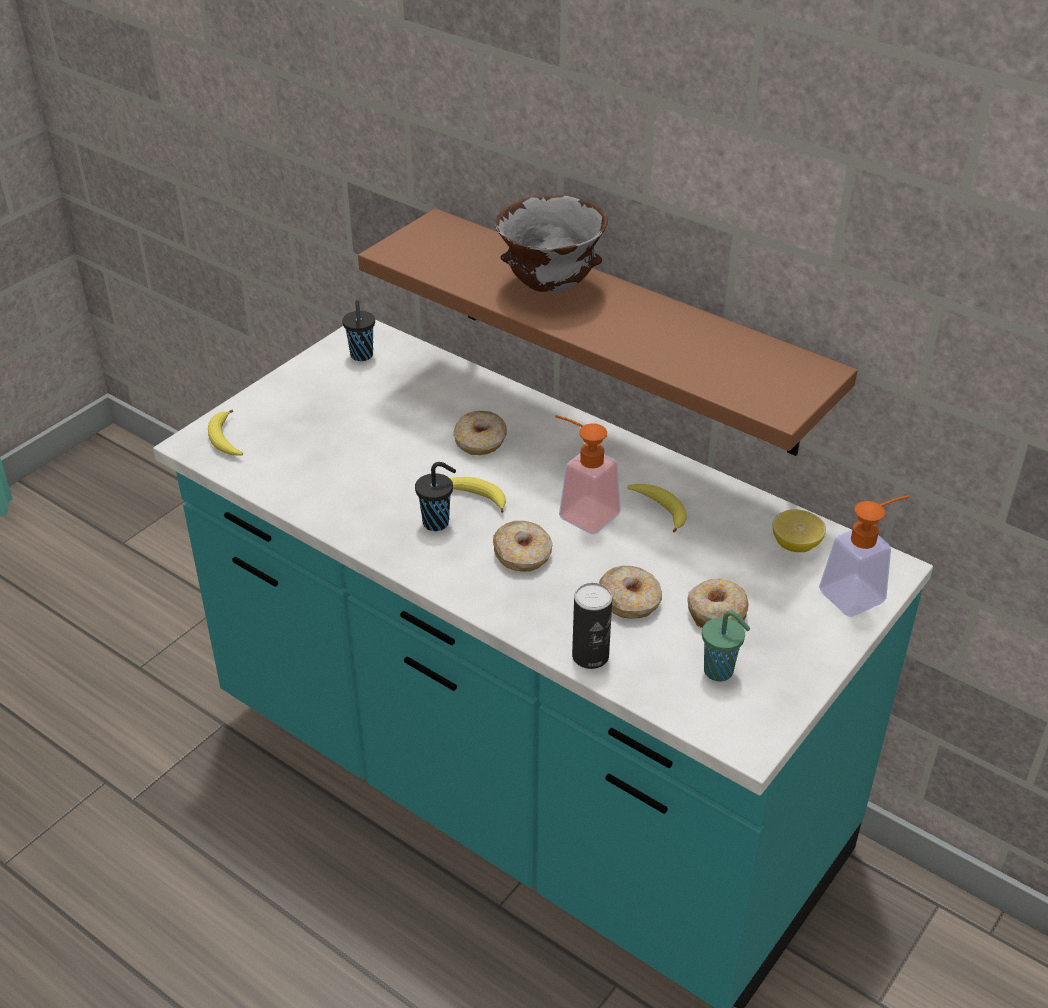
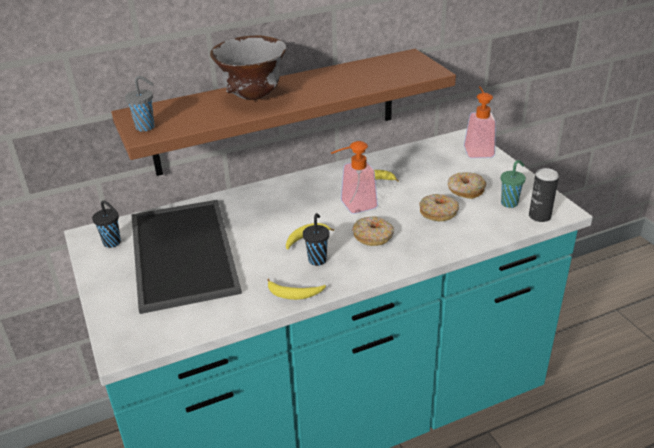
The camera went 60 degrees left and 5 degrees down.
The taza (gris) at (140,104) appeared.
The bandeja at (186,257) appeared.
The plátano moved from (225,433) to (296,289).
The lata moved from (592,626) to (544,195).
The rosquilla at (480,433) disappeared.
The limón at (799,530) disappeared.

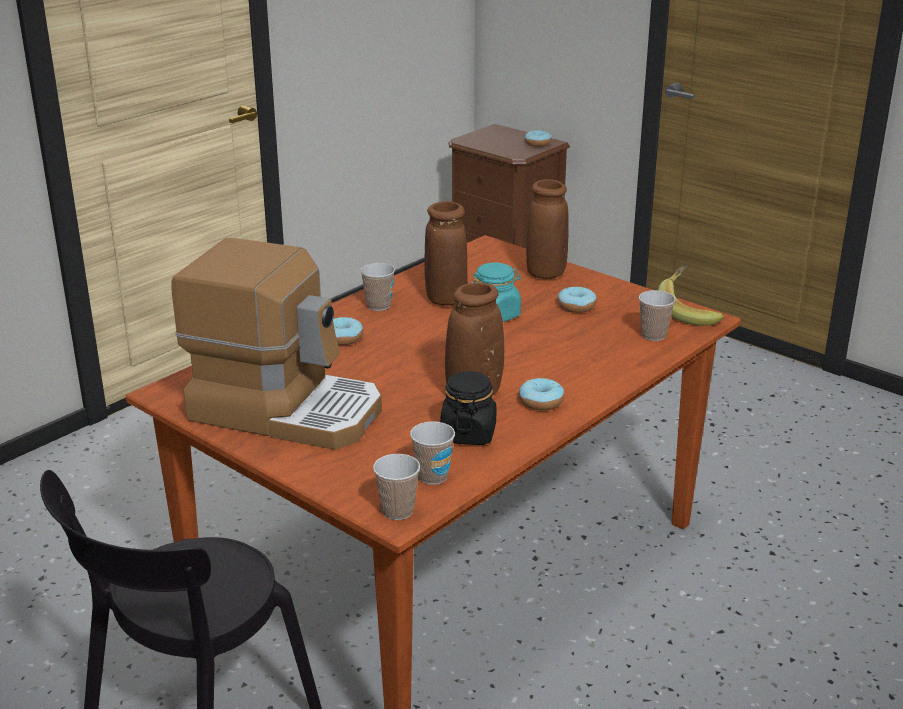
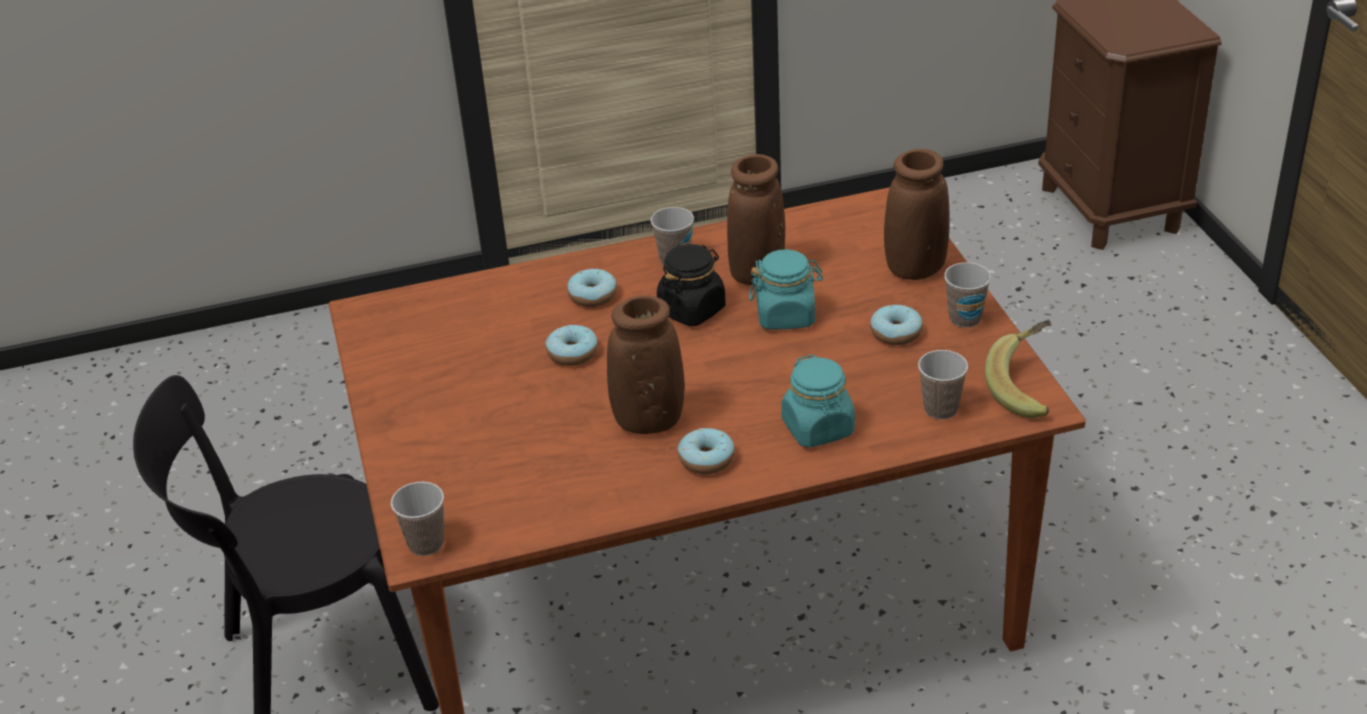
The camera went 35 degrees right and 10 degrees up.
The rosquilla moved from (538,138) to (571,345).
The tarro (negro) moved from (468,408) to (691,285).
The tarro (turquesa) at (818,401) appeared.
The taza moved from (432,453) to (967,295).
The cafetera at (276,344) disappeared.

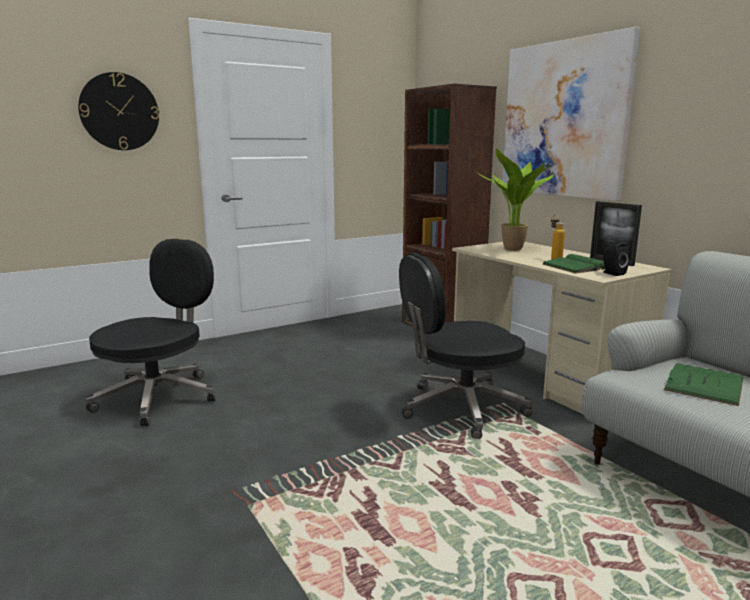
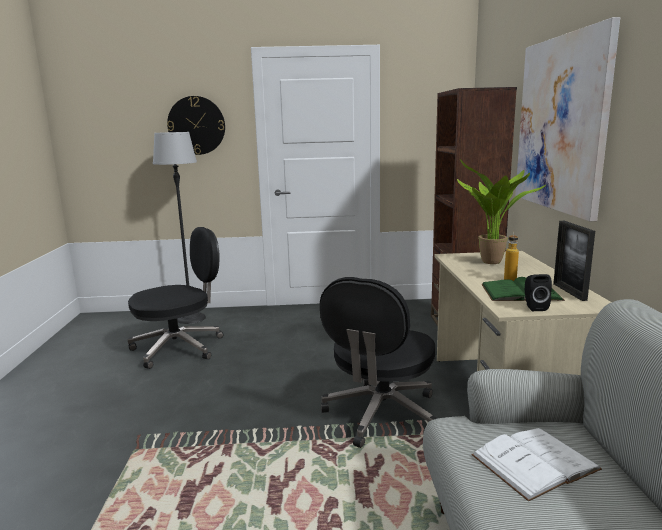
The camera went 30 degrees right and 0 degrees up.
The lámpara de pie at (179,228) appeared.
The silla de oficina (negro) at (465,346) turned 75 degrees counterclockwise.
The libro (verde) at (704,384) became the libro (blanco) at (536,465).

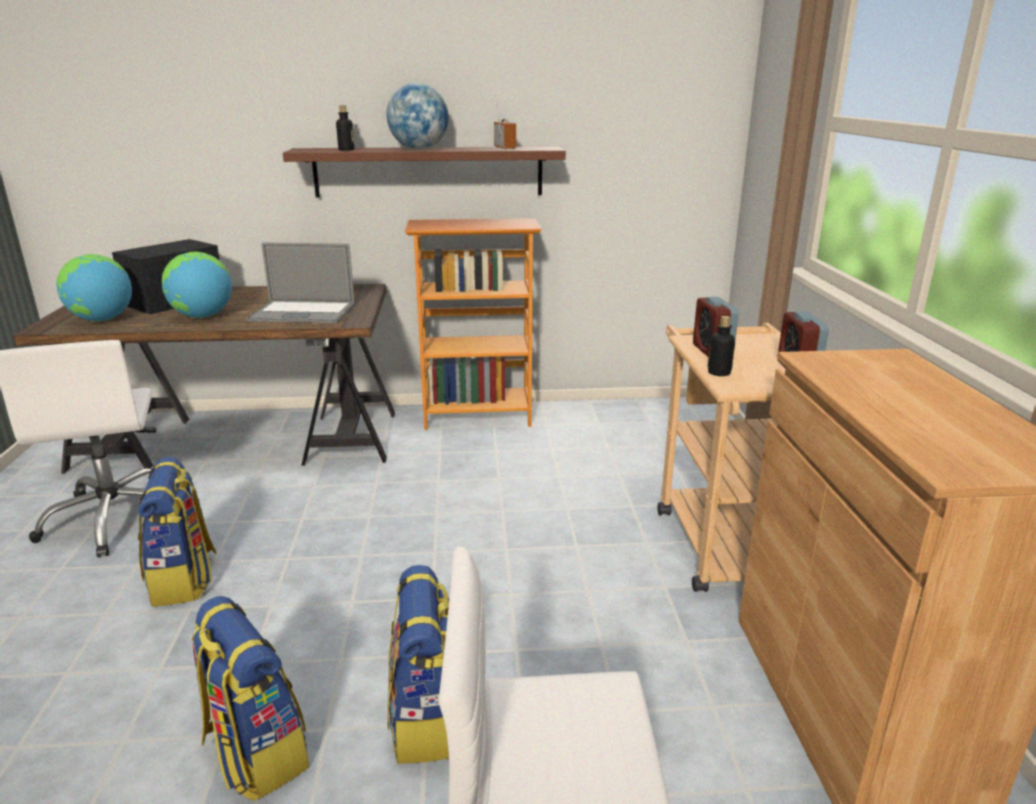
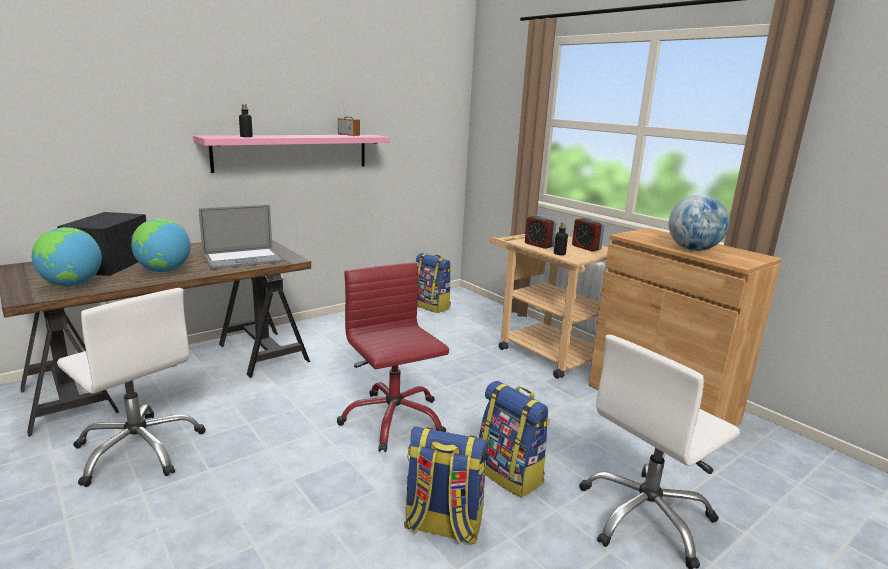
The camera went 35 degrees left and 5 degrees down.
The estante (marrón) at (424,172) became the estante (rosa) at (291,154).
The silla de oficina (rojo) at (393,357) appeared.
The mochila moved from (177,532) to (434,283).
The globo terráqueo moved from (417,116) to (698,223).
The estantería at (473,324) disappeared.

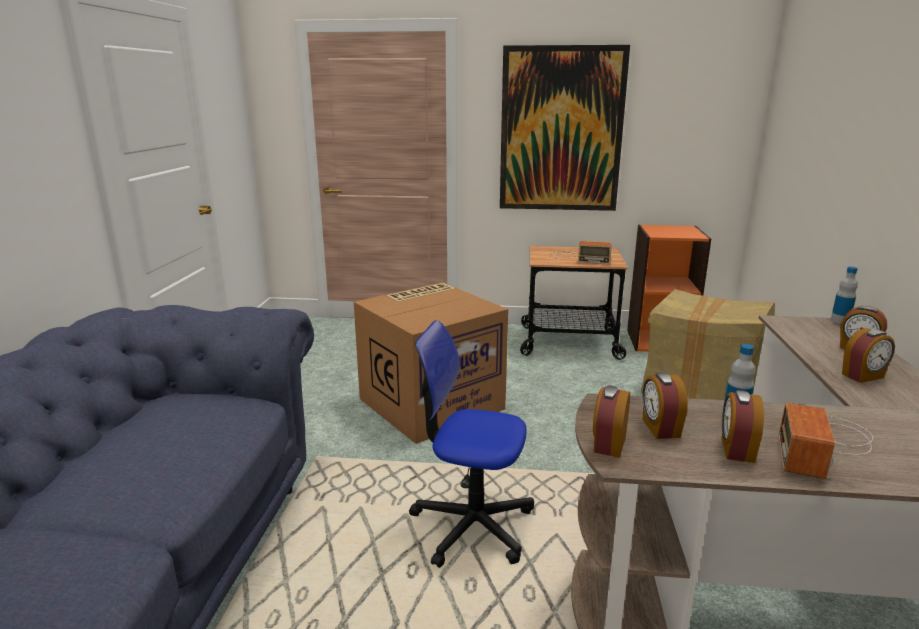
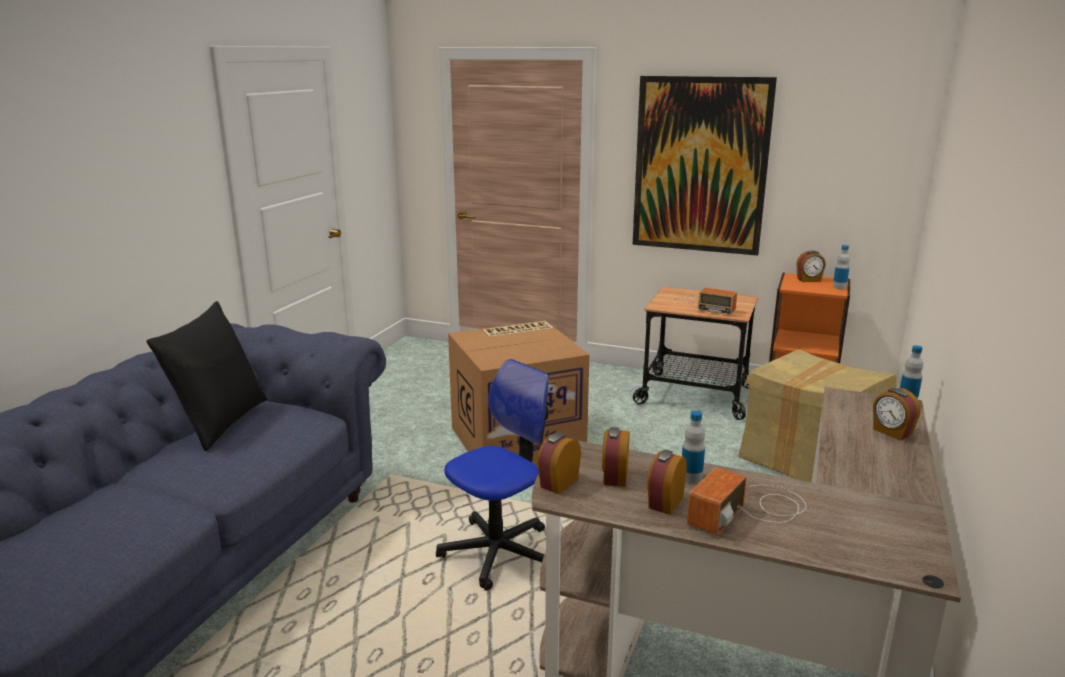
The camera went 15 degrees right and 0 degrees up.
The cojín (negro) at (207,376) appeared.
The silla de oficina at (471,444) turned 105 degrees clockwise.
The despertador moved from (868,355) to (811,266).
The botella at (841,267) appeared.

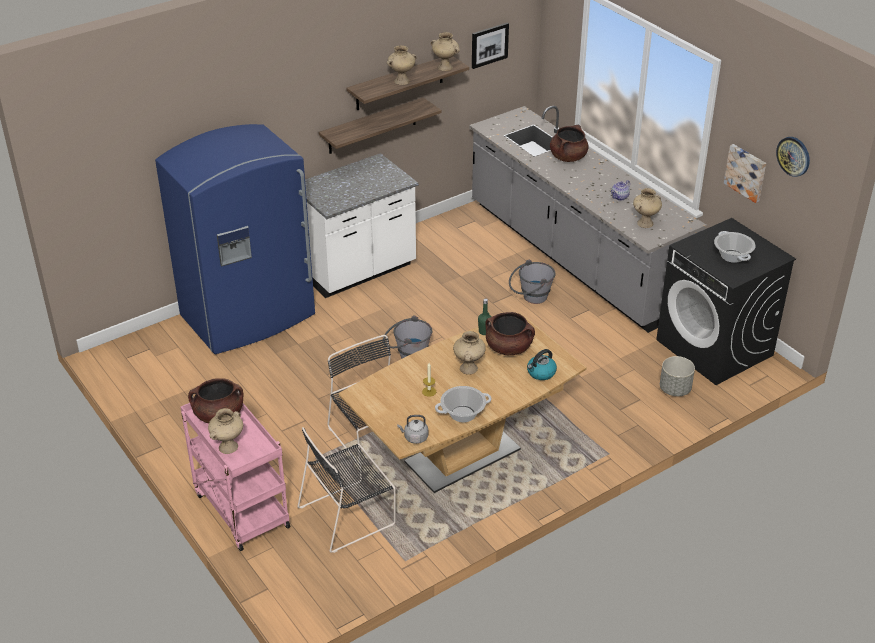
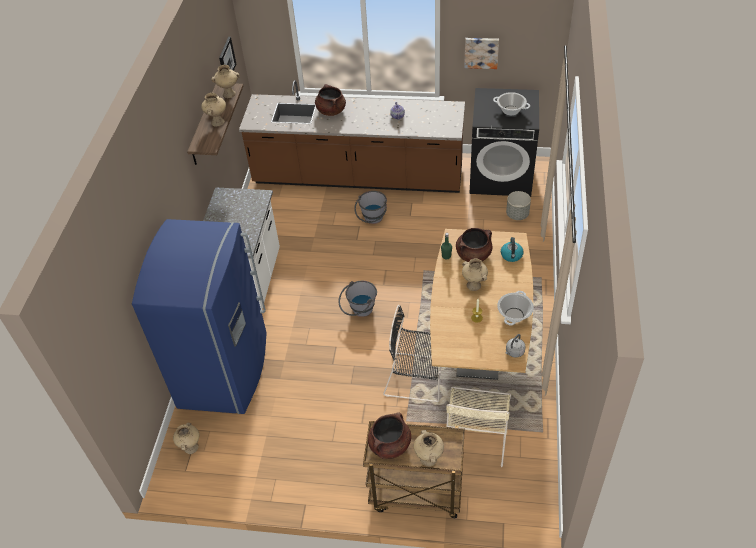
The camera went 45 degrees left and 10 degrees up.
The florero (beis) moved from (647,208) to (186,438).
The mueble bajo de cocina (gris) at (588,219) became the mueble bajo de cocina (marrón) at (352,136).
The carrito (rosa) at (235,477) became the carrito (marrón) at (414,469).
The silla (negro) at (346,490) became the silla (beis) at (478,427).
The estante at (380,125) disappeared.
The reloj de pared at (793,157) disappeared.

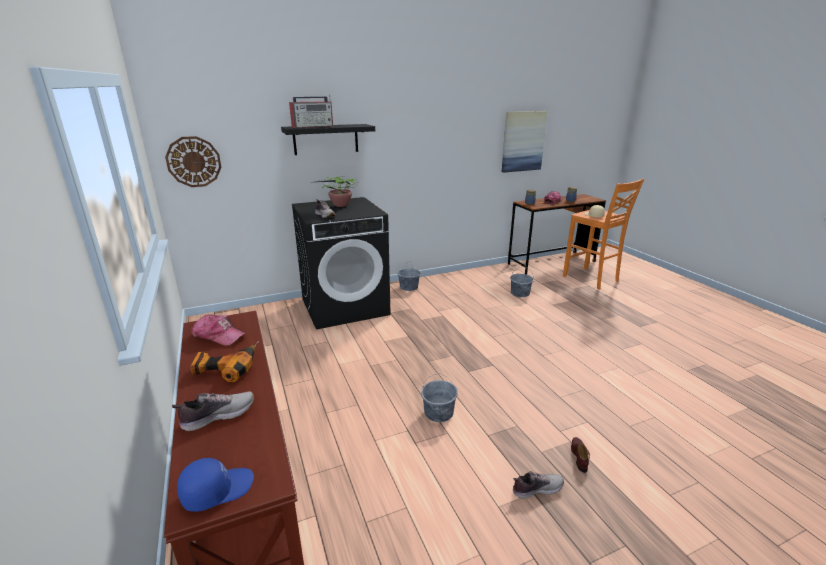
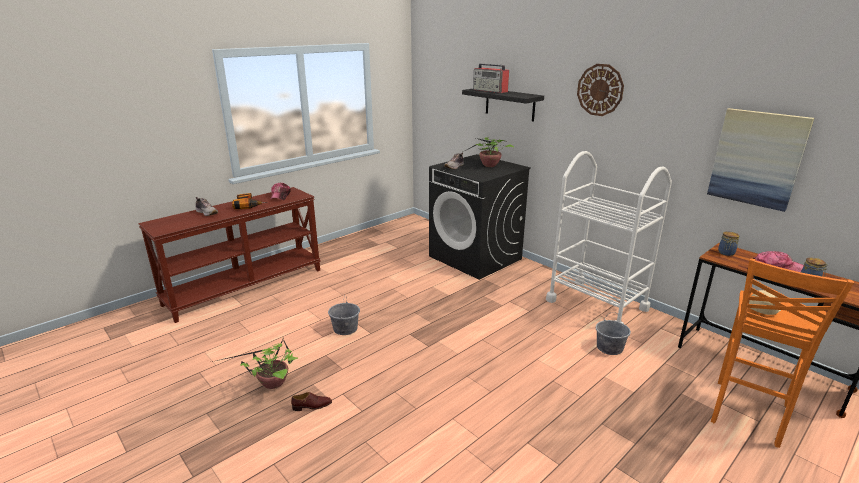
The camera went 70 degrees right and 0 degrees up.
The zapato at (538,485) was replaced by the planta en maceta at (255,362).
The carrito (blanco) at (609,237) appeared.
The reloj de pared moved from (193,161) to (600,90).
The gorra (azul) at (215,485) disappeared.
The cubo (gris) at (409,276) disappeared.

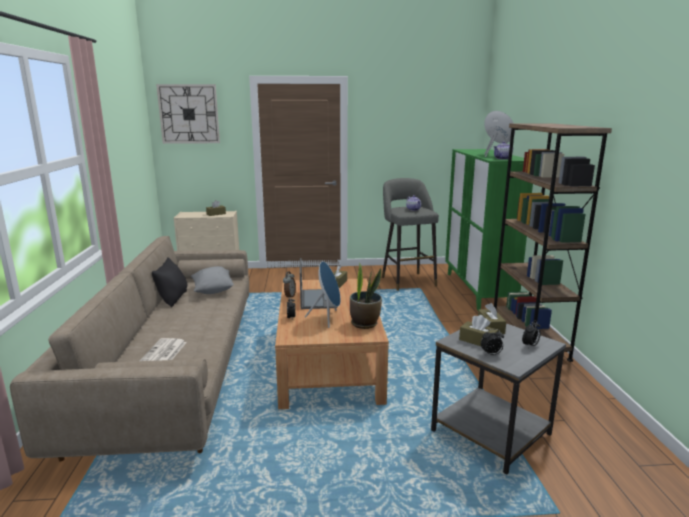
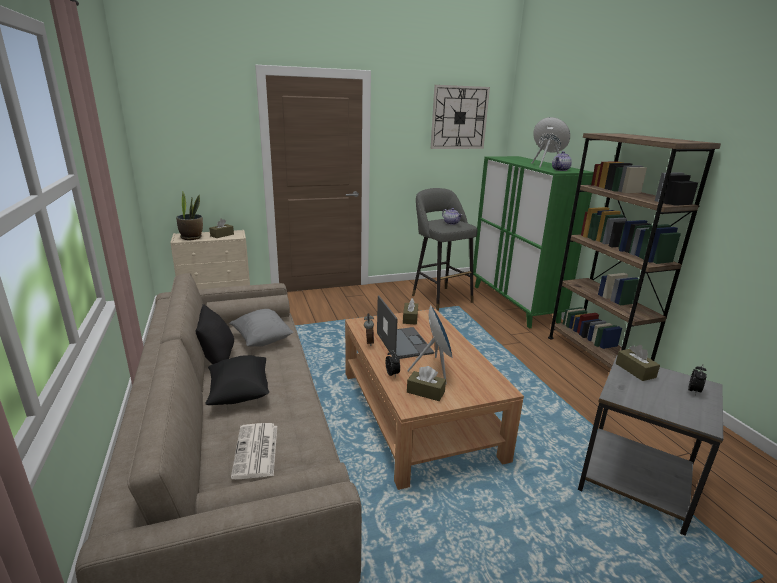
The camera went 15 degrees left and 5 degrees up.
The planta en maceta moved from (366,296) to (189,215).
The cojín (negro) at (237,380) appeared.
The caja de pañuelos (marrón) moved from (478,330) to (426,383).
The reloj de pared moved from (188,114) to (460,117).
The despertador at (492,342) disappeared.

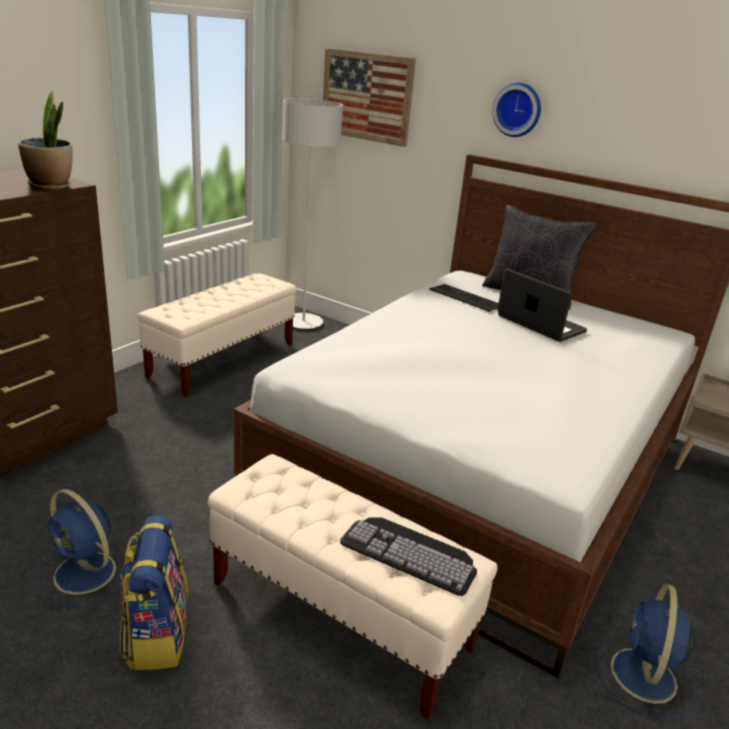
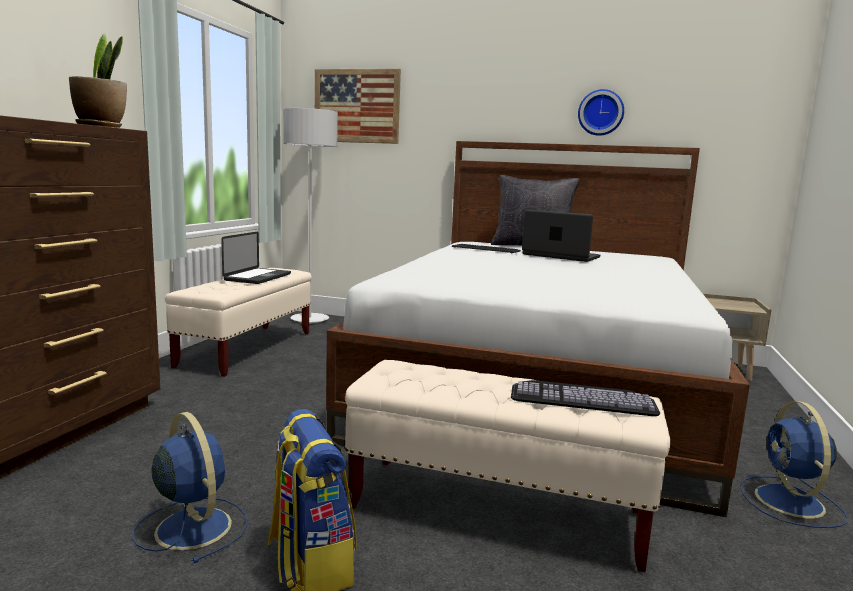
The camera went 15 degrees left and 15 degrees down.
The ventilador (azul) at (81,548) turned 150 degrees counterclockwise.
The portátil at (256,258) appeared.
The reloj de pared moved from (516,109) to (601,112).

